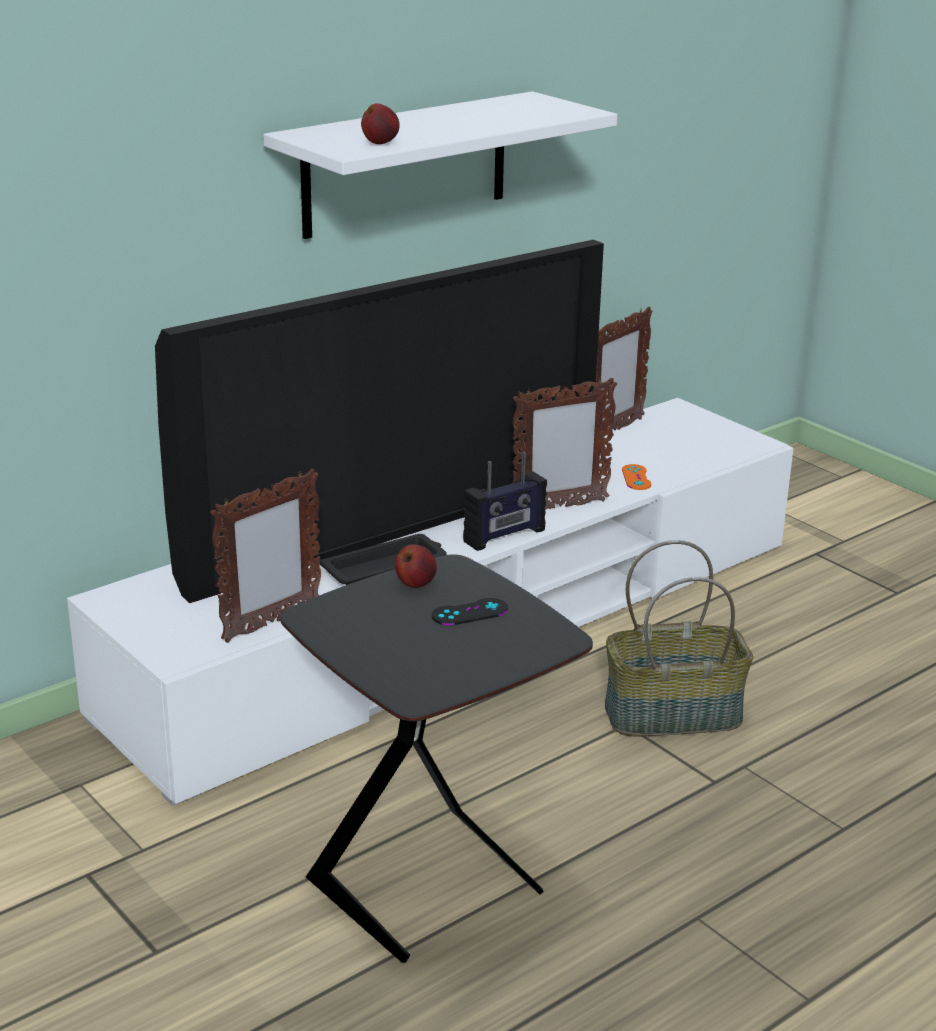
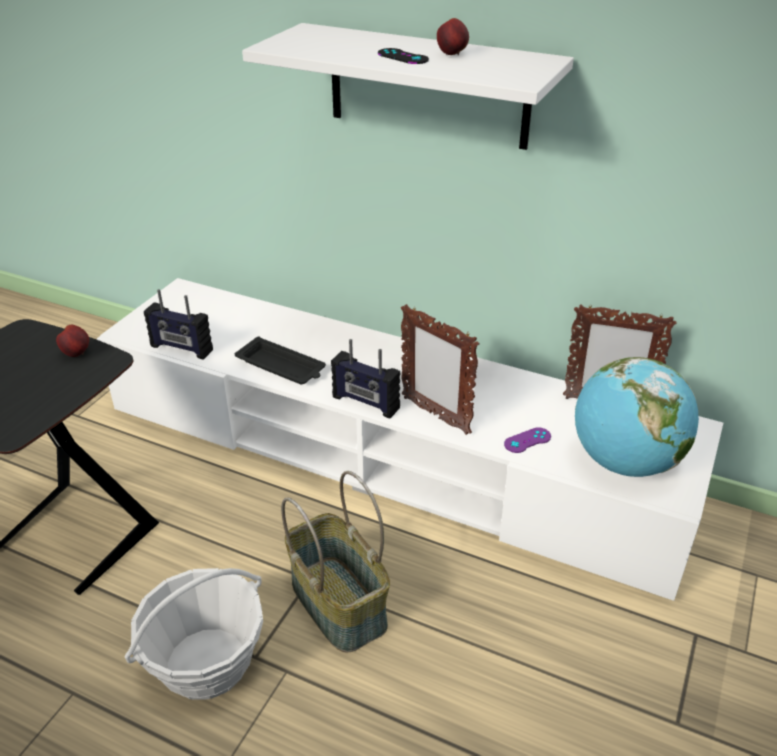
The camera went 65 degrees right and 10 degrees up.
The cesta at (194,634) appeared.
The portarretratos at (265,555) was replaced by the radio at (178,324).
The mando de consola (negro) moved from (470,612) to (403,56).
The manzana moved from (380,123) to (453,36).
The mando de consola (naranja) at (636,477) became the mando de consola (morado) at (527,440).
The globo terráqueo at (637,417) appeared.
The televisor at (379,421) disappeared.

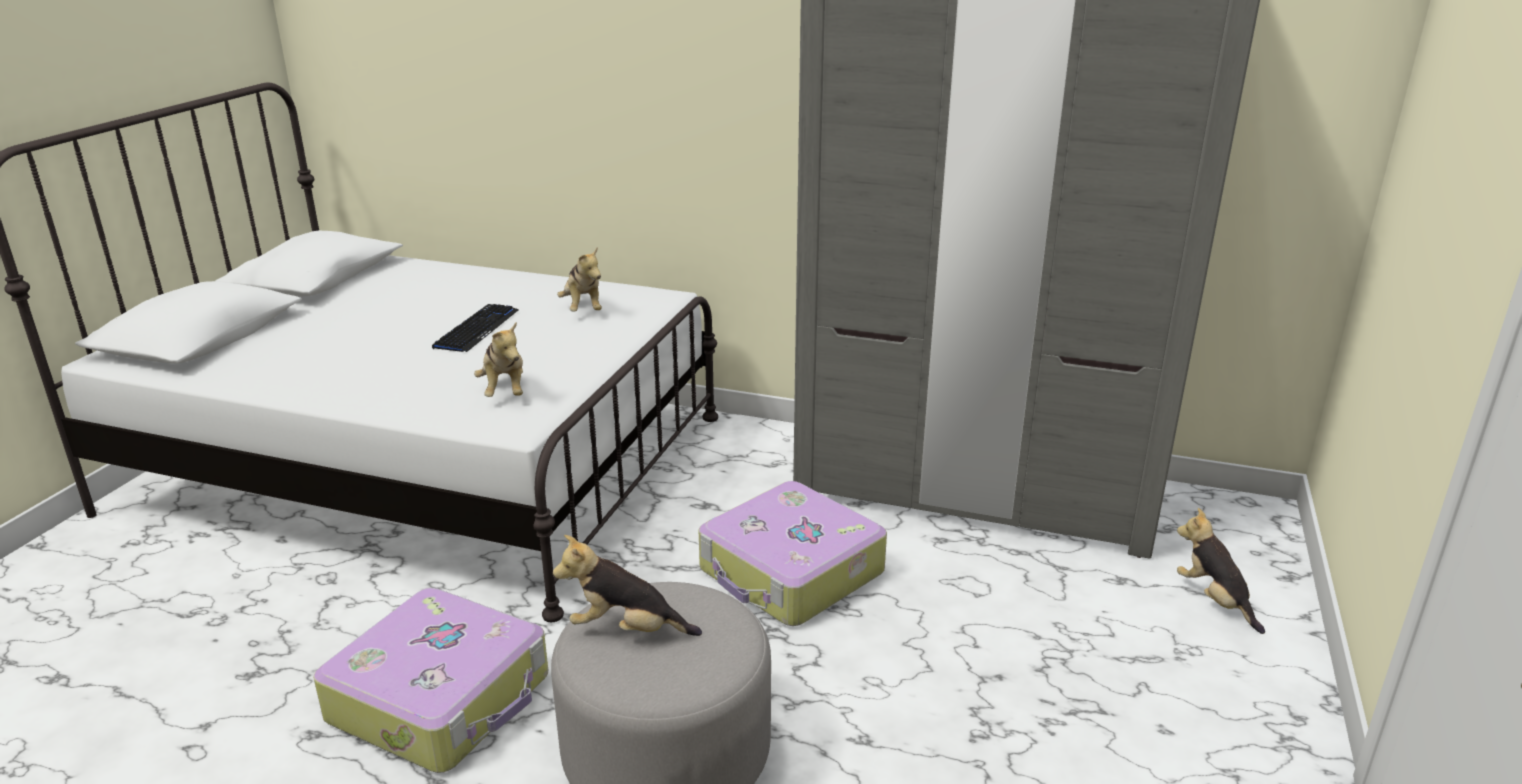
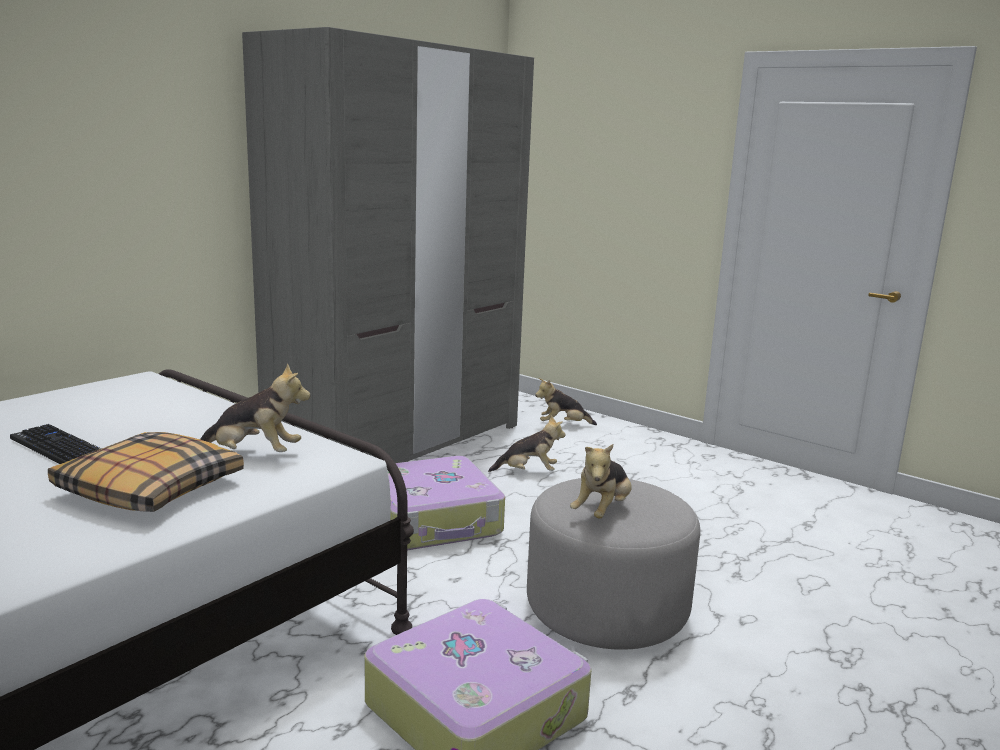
The camera went 70 degrees left and 10 degrees down.
The cojín at (146,472) appeared.
The peluche moved from (579,279) to (527,443).

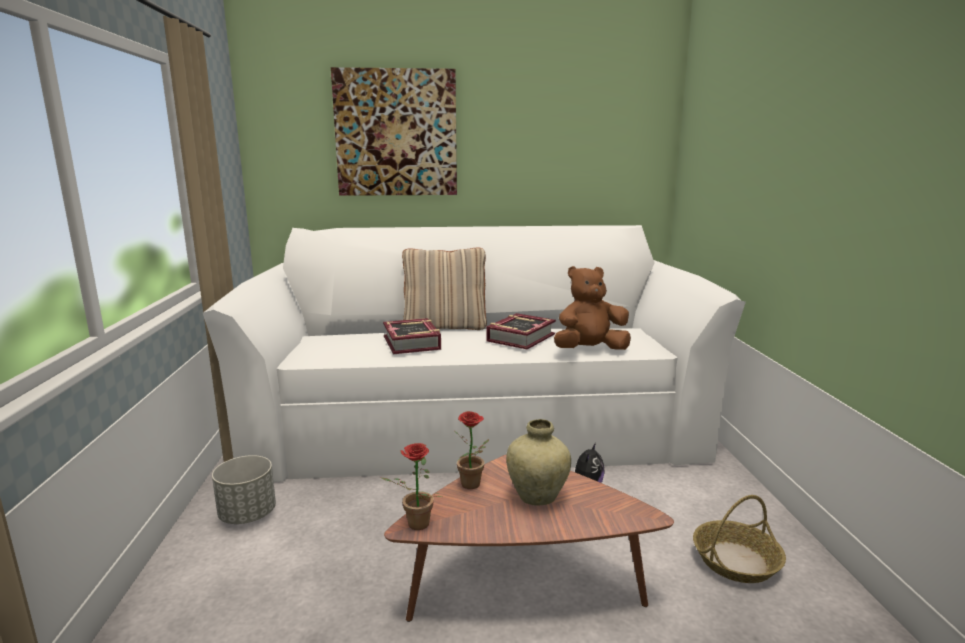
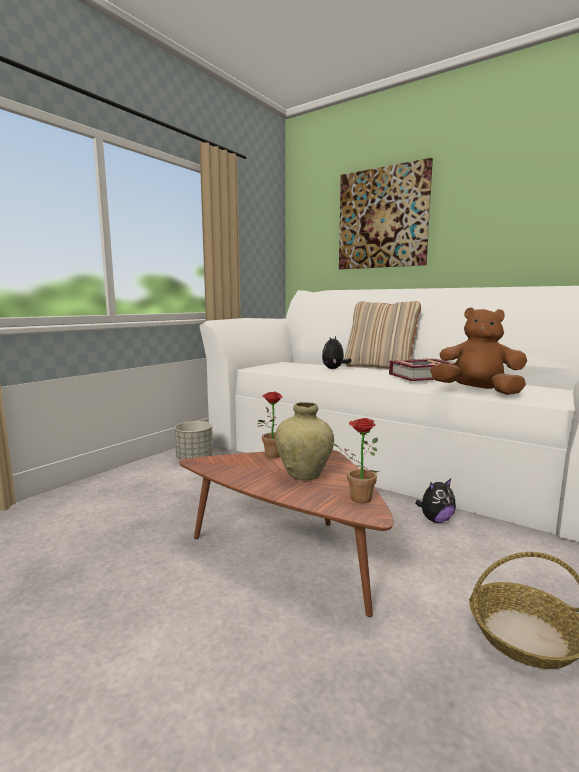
The camera went 40 degrees right and 5 degrees down.
The libro at (412,336) was replaced by the peluche at (337,352).
The planta en maceta moved from (412,486) to (354,461).

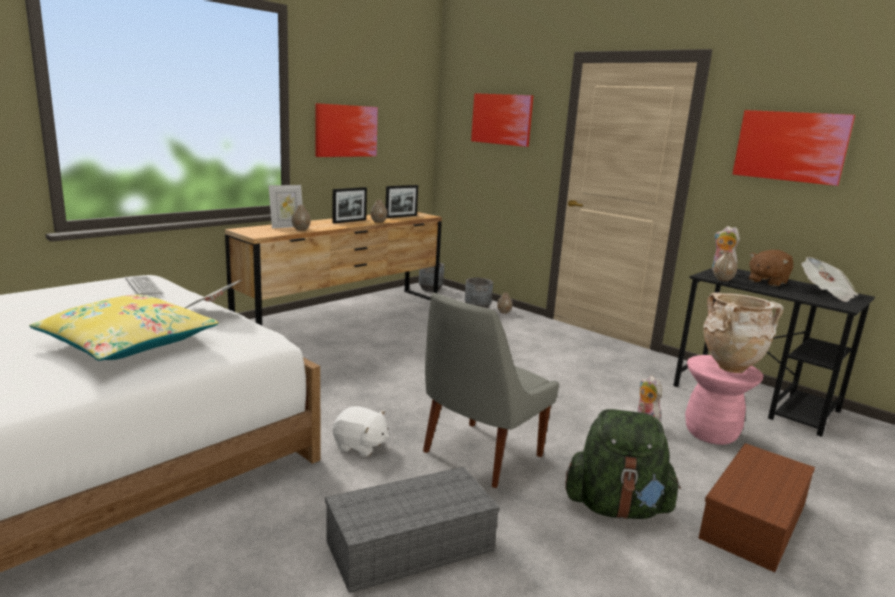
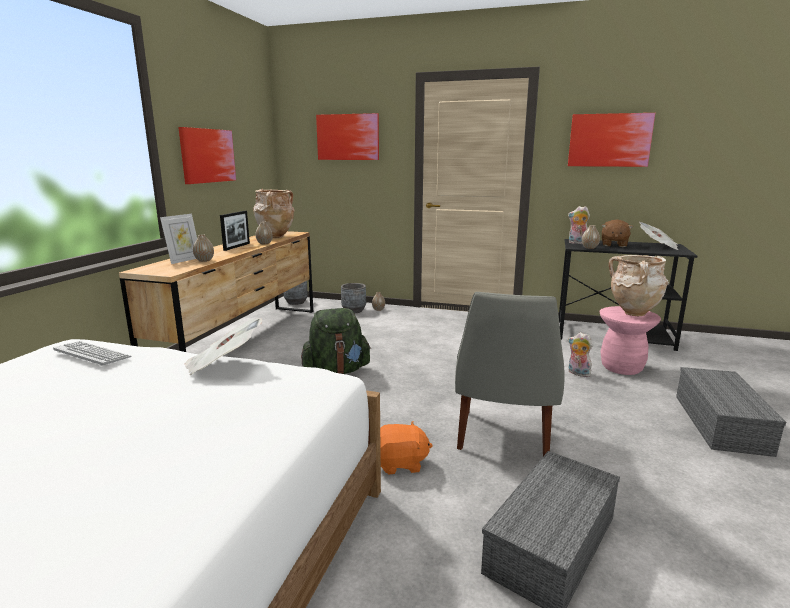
The camera went 25 degrees left and 0 degrees up.
The portarretratos at (402,201) was replaced by the florero (beis) at (274,213).
The mochila (verde) moved from (623,464) to (336,341).
The peluche (blanco) at (361,431) became the peluche (naranja) at (406,447).
The caja de almacenaje (marrón) at (757,508) became the caja de almacenaje (gris) at (731,412).
The cojín (amarillo) at (124,327) disappeared.

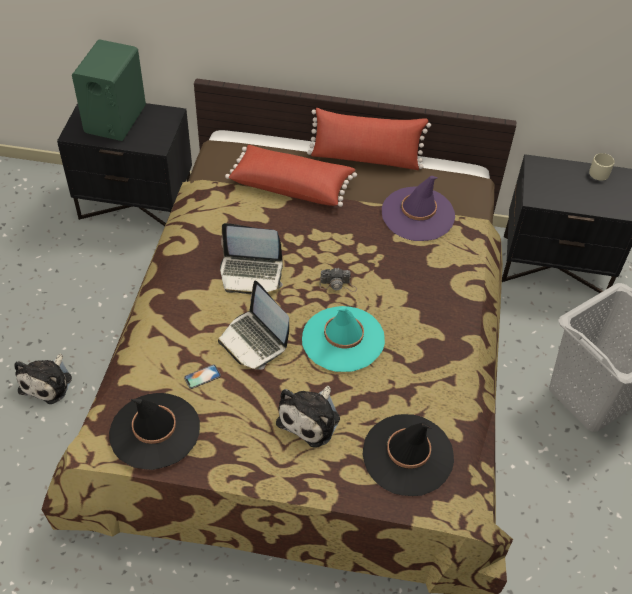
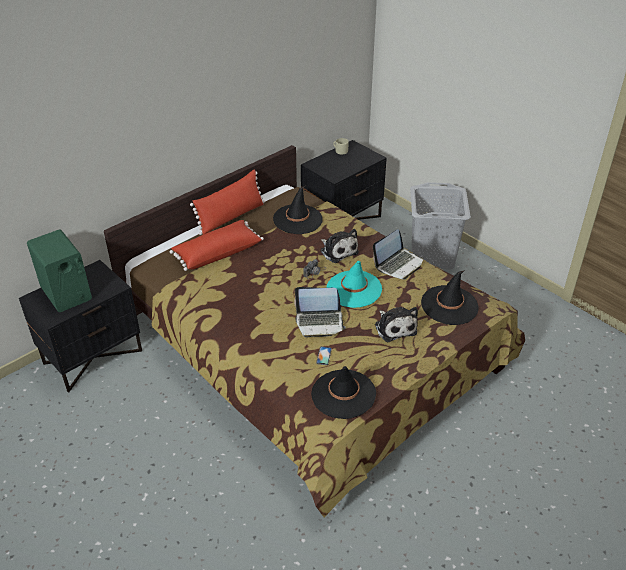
The camera went 50 degrees left and 10 degrees down.
The sombrero (morado) at (418,208) became the sombrero (negro) at (298,210).
The peluche moved from (43,379) to (339,246).
The portátil moved from (251,258) to (398,254).

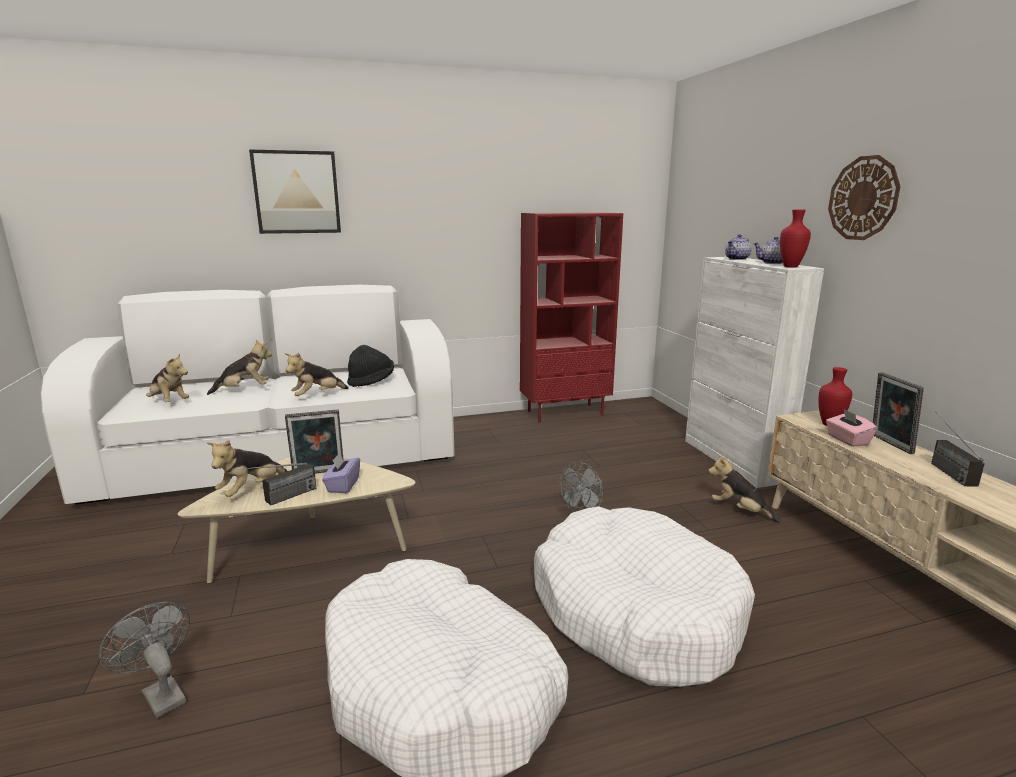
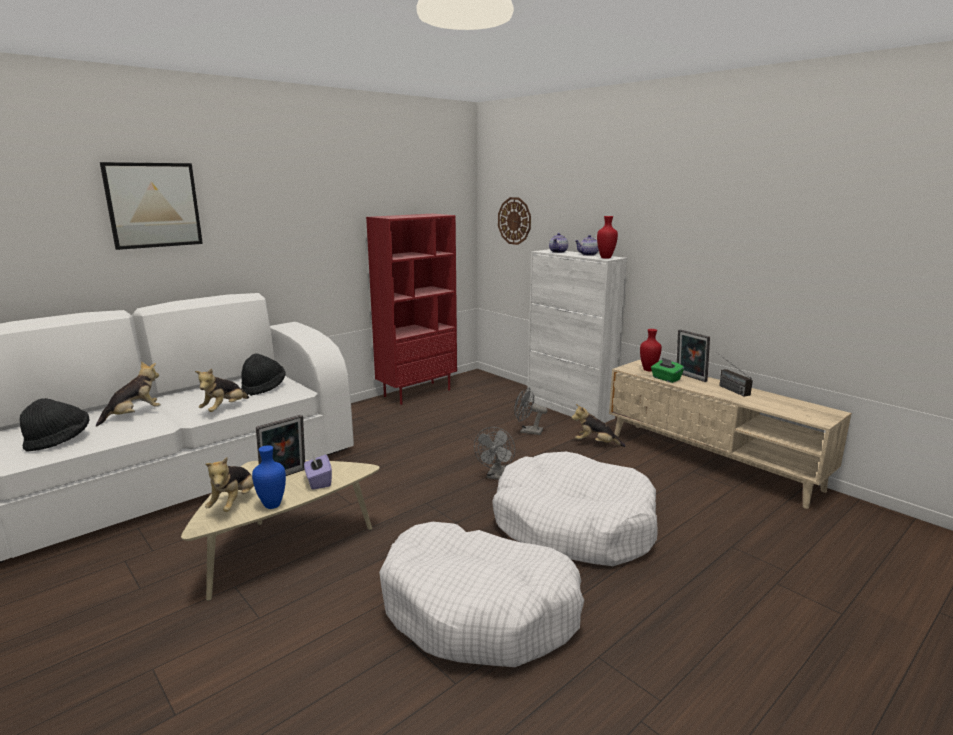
The camera went 25 degrees left and 0 degrees up.
The peluche at (167,377) was replaced by the sombrero (negro) at (55,425).
The radio at (274,484) was replaced by the florero (azul) at (269,477).
The reloj de pared moved from (864,197) to (514,221).
The ventilador (gris) moved from (144,660) to (531,411).
The caja de pañuelos (rosa) at (851,427) became the caja de pañuelos (verde) at (667,370).

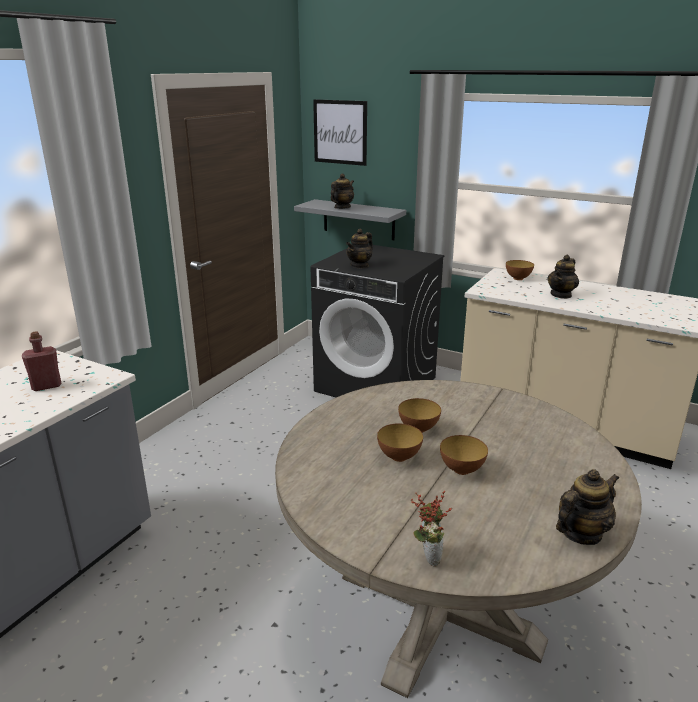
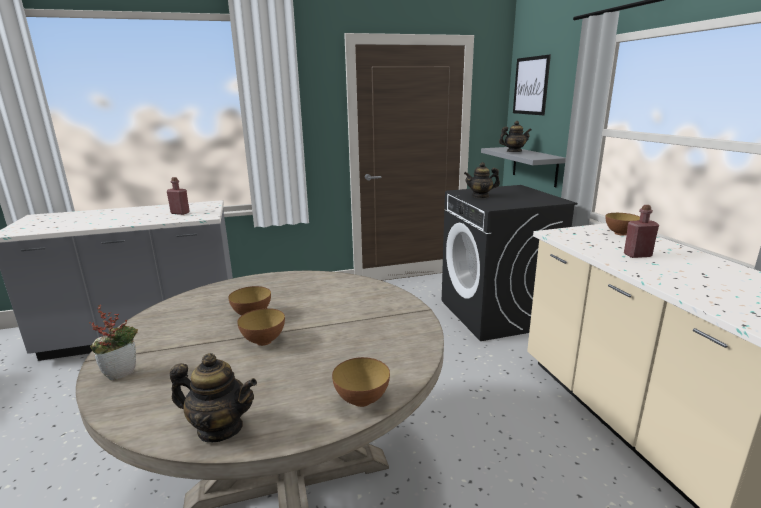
The camera went 45 degrees right and 5 degrees down.
The cuenco moved from (419,415) to (361,382).
The tetera at (563,277) was replaced by the botella (rojo) at (641,231).

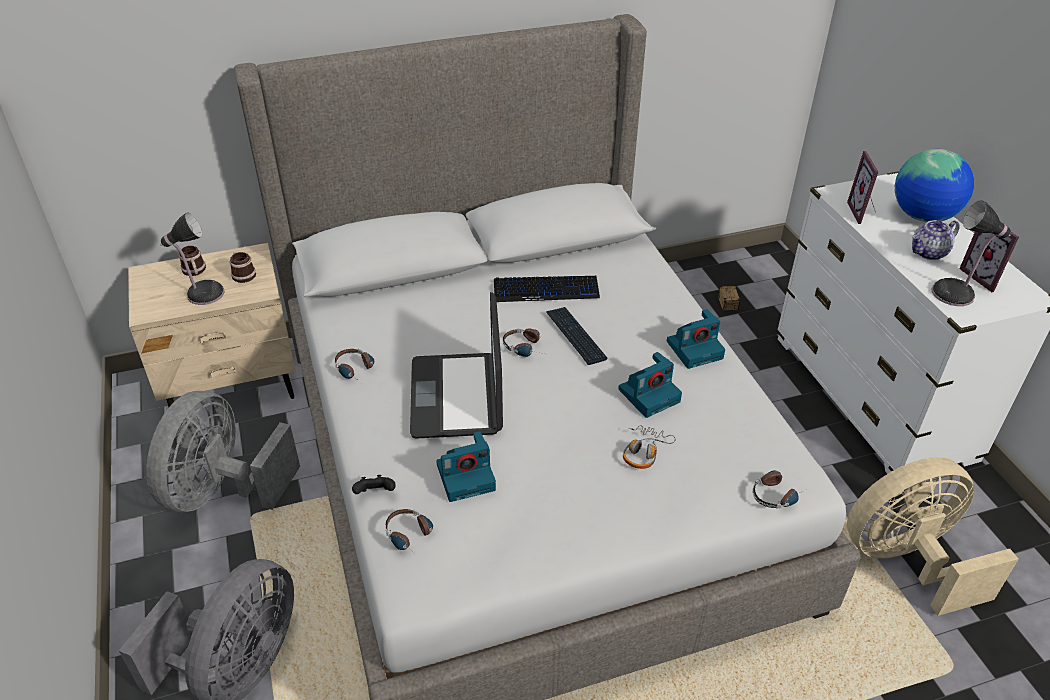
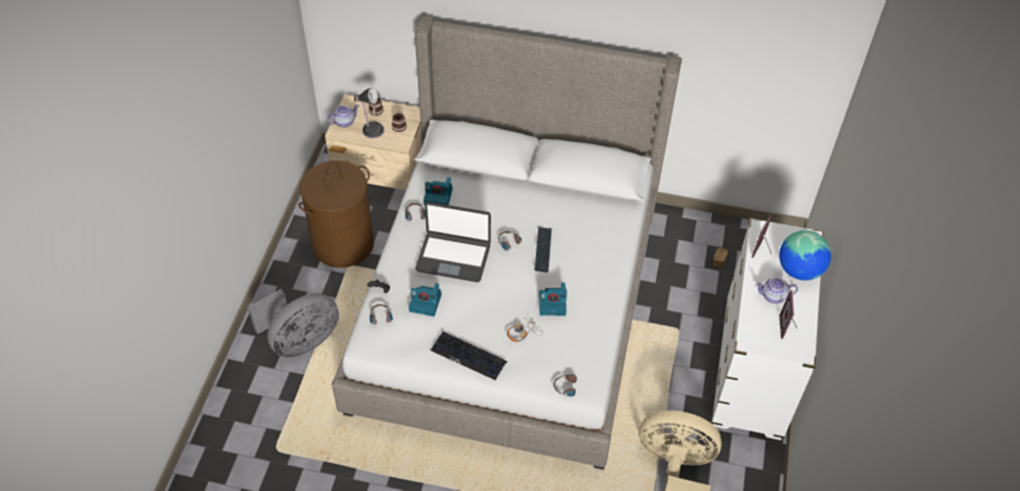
The camera went 30 degrees right and 10 degrees up.
The ventilador (gris) at (223,452) was replaced by the cesto de la ropa (marrón) at (336,214).
The tetera at (343,115) appeared.
The portátil at (456,365) turned 105 degrees counterclockwise.
The cámara moved from (696,339) to (438,191).
The teclado moved from (547,289) to (468,356).
The lámpara de mesa at (971,253) disappeared.

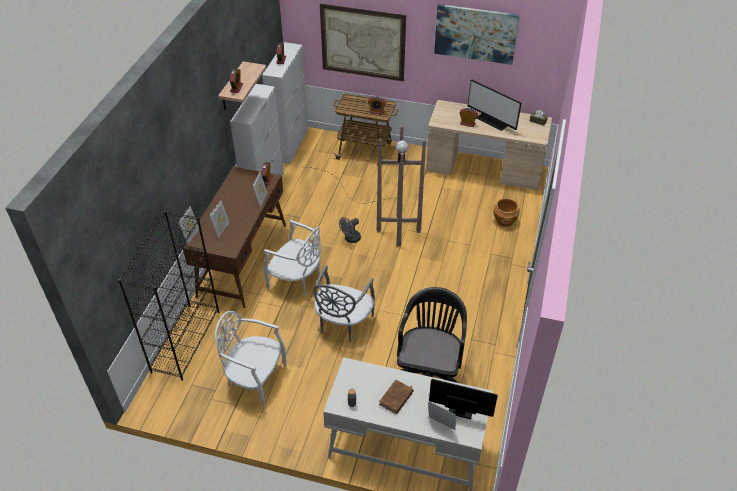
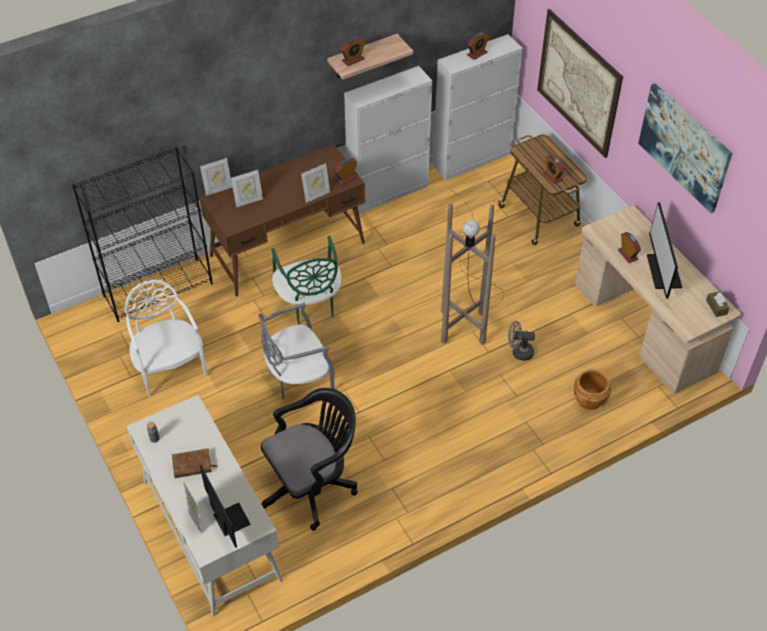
The camera went 45 degrees right and 5 degrees up.
The silla (blanco) at (292,258) became the silla (verde) at (306,280).
The ventilador (gris) moved from (350,230) to (521,341).

